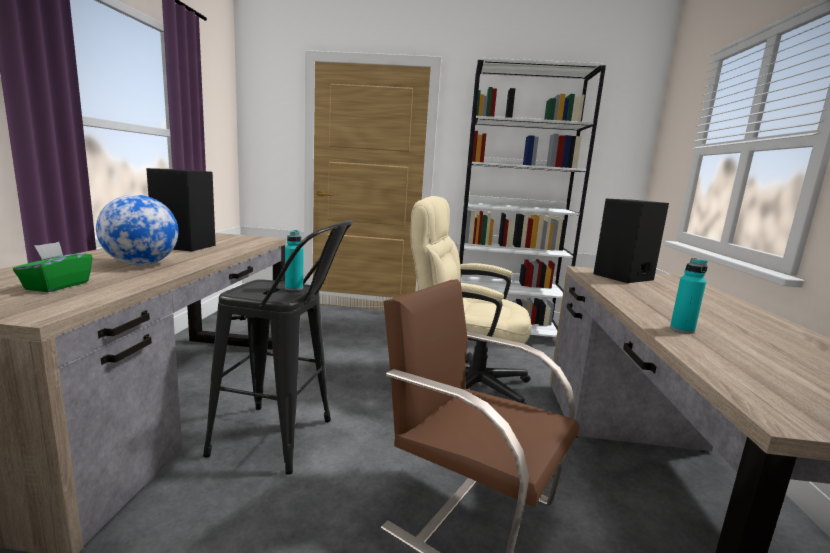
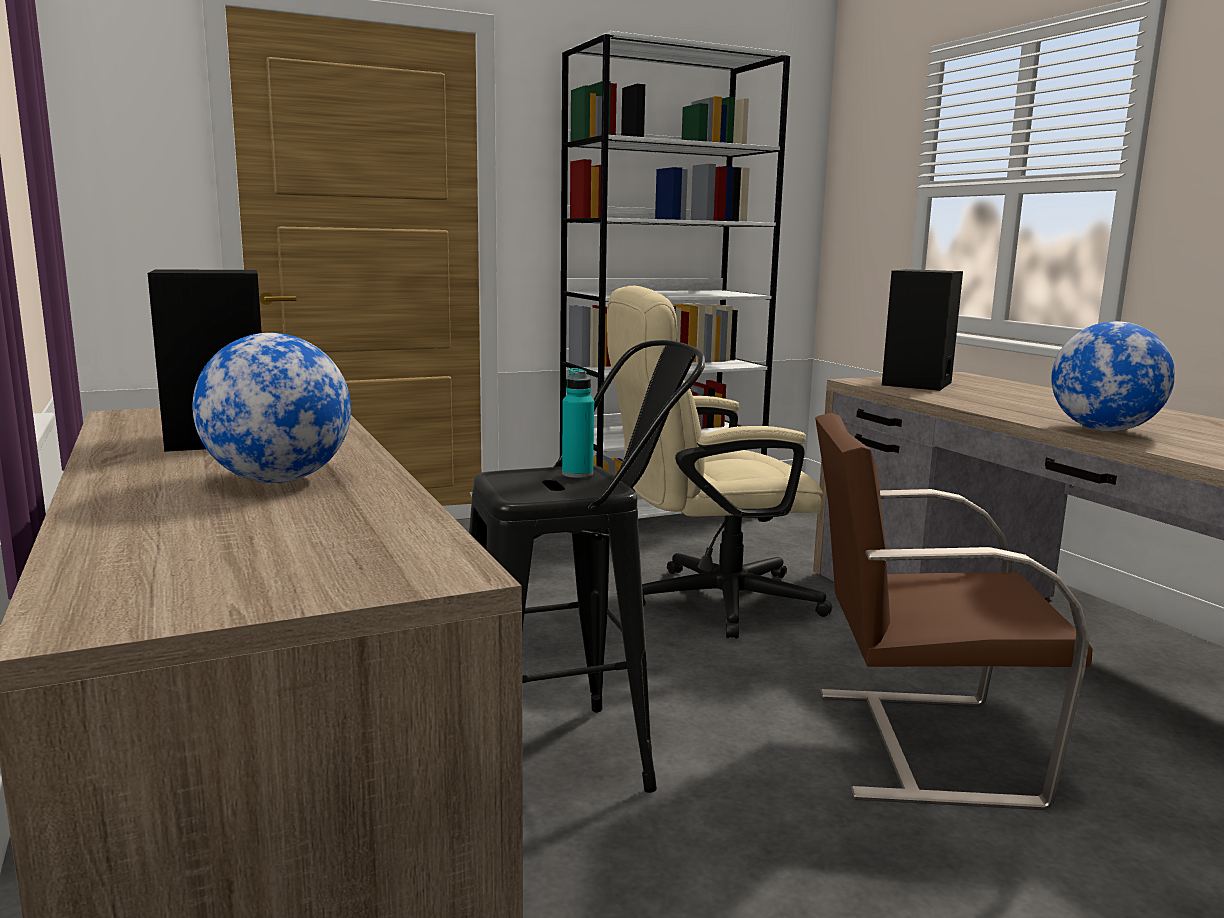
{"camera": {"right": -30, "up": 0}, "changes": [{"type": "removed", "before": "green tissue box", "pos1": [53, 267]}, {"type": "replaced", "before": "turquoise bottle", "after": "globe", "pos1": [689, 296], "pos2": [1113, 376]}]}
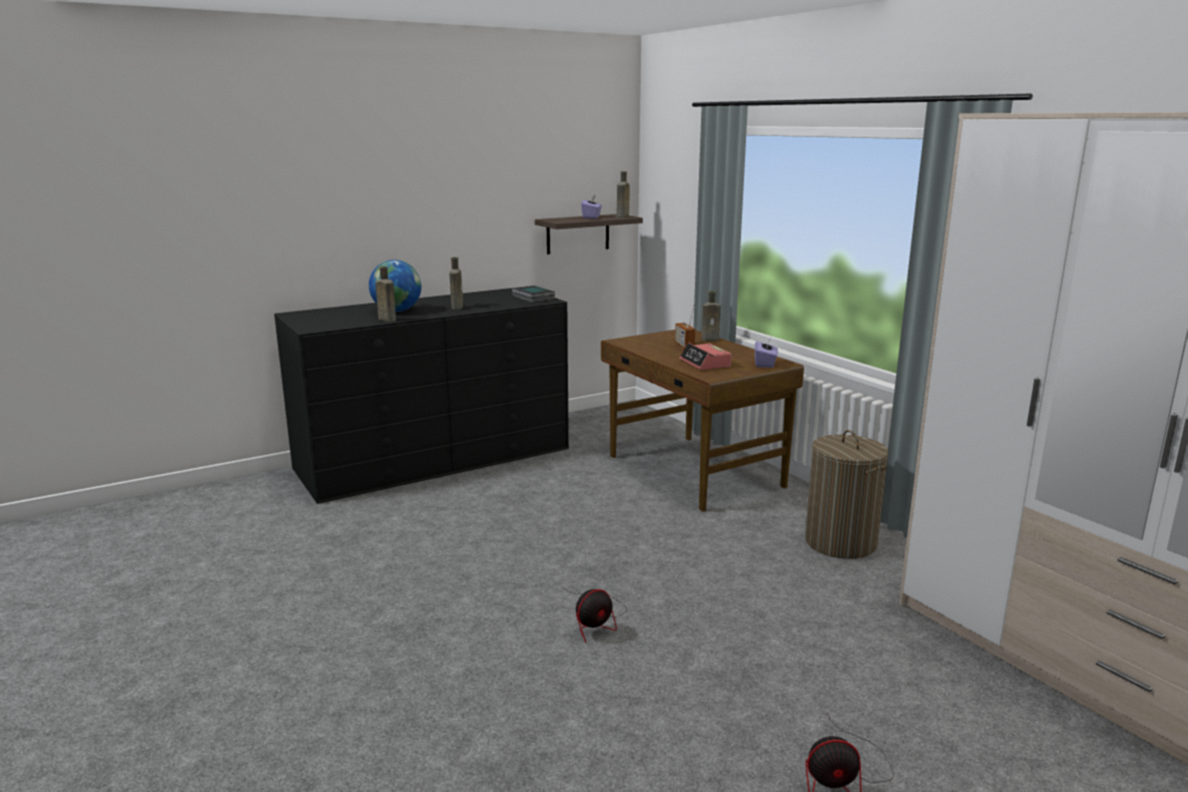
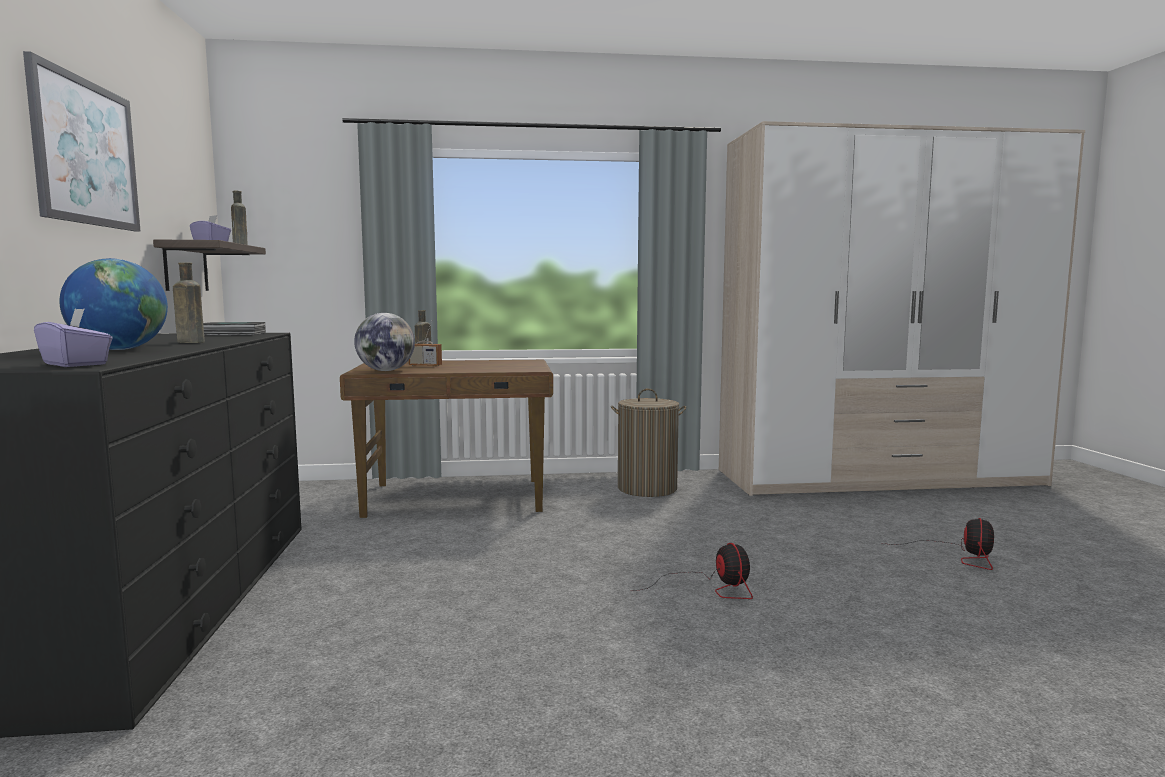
{"camera": {"right": -65, "up": -10}, "changes": [{"type": "removed", "before": "brown bottle", "pos1": [385, 294]}, {"type": "removed", "before": "alarm clock", "pos1": [705, 356]}, {"type": "added", "after": "picture", "pos2": [81, 141]}, {"type": "added", "after": "globe", "pos2": [384, 342]}, {"type": "moved", "before": "purple tissue box", "pos1": [766, 354], "pos2": [73, 337]}]}
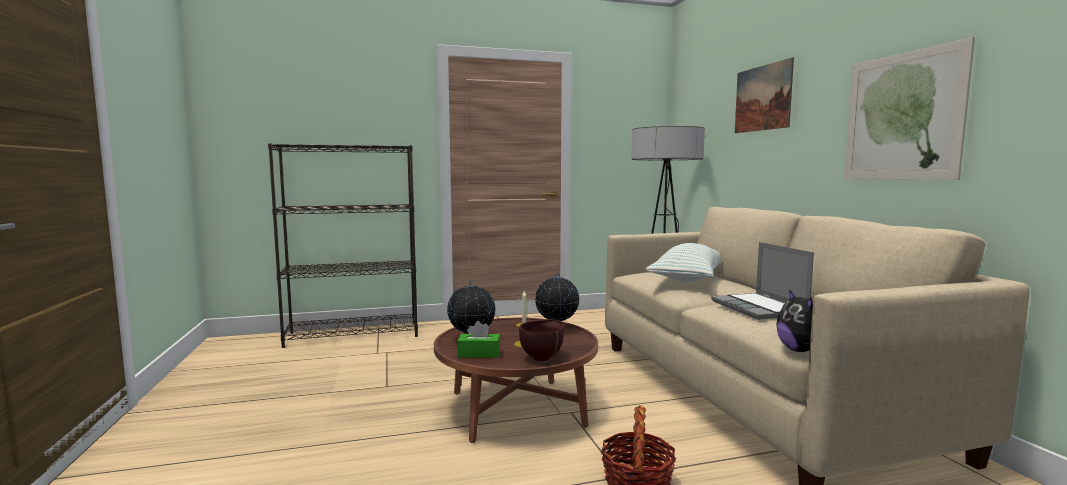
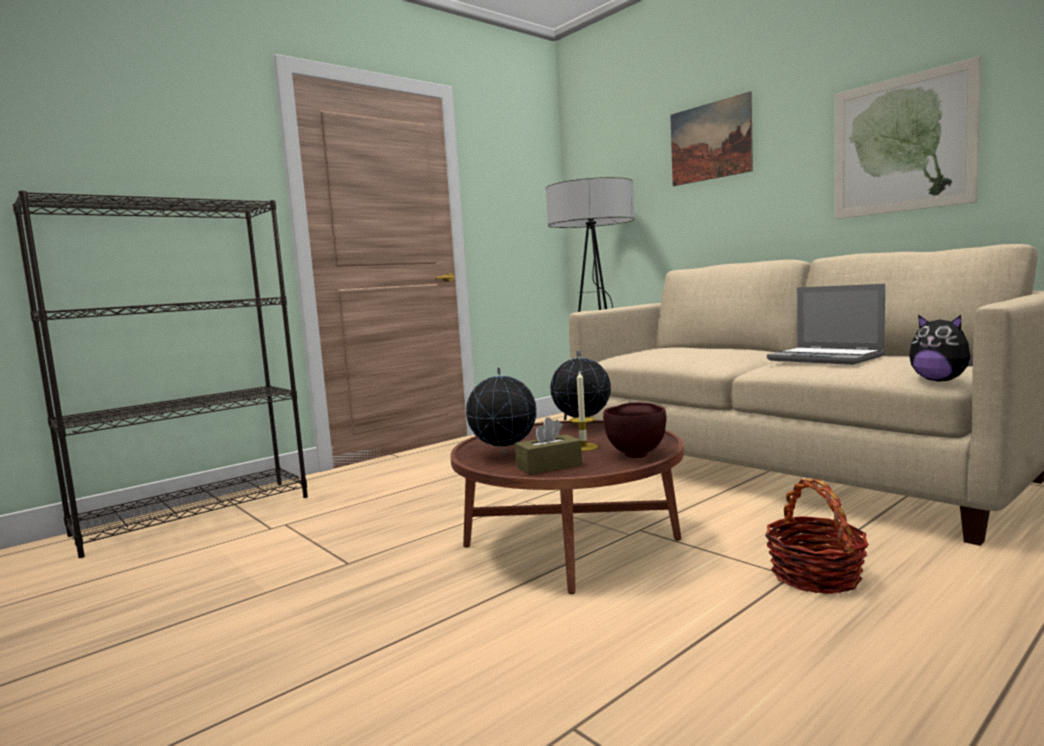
{"camera": {"right": -25, "up": 0}, "changes": [{"type": "removed", "before": "pillow", "pos1": [683, 262]}, {"type": "recoloured", "before": "green tissue box", "after": "brown tissue box", "pos1": [478, 339], "pos2": [548, 446]}]}
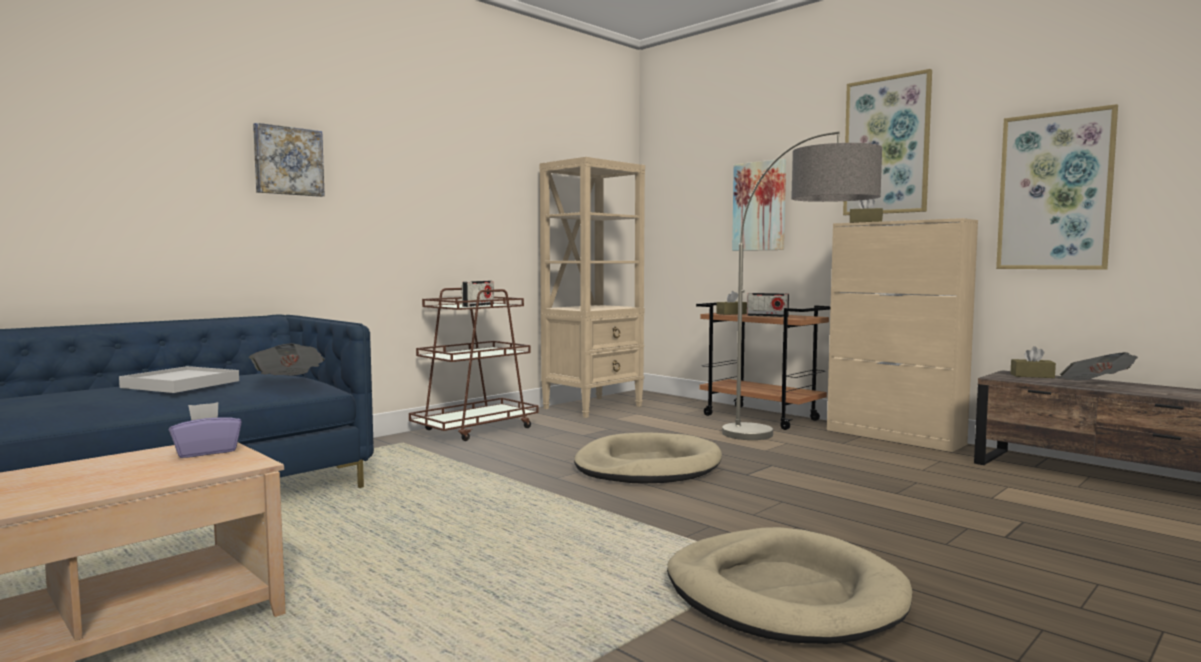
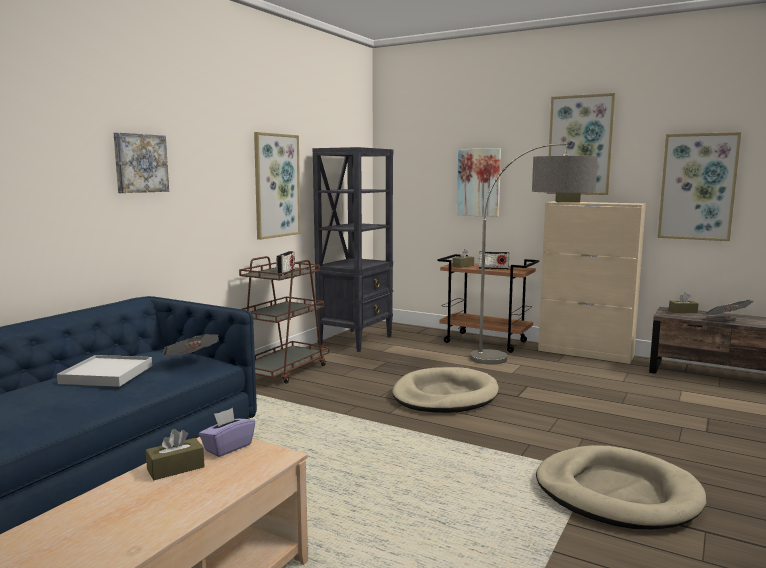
{"camera": {"right": -15, "up": 5}, "changes": [{"type": "added", "after": "brown tissue box", "pos2": [175, 454]}, {"type": "added", "after": "picture", "pos2": [277, 186]}, {"type": "recoloured", "before": "beige bookcase", "after": "black bookcase", "pos1": [592, 287], "pos2": [353, 249]}]}
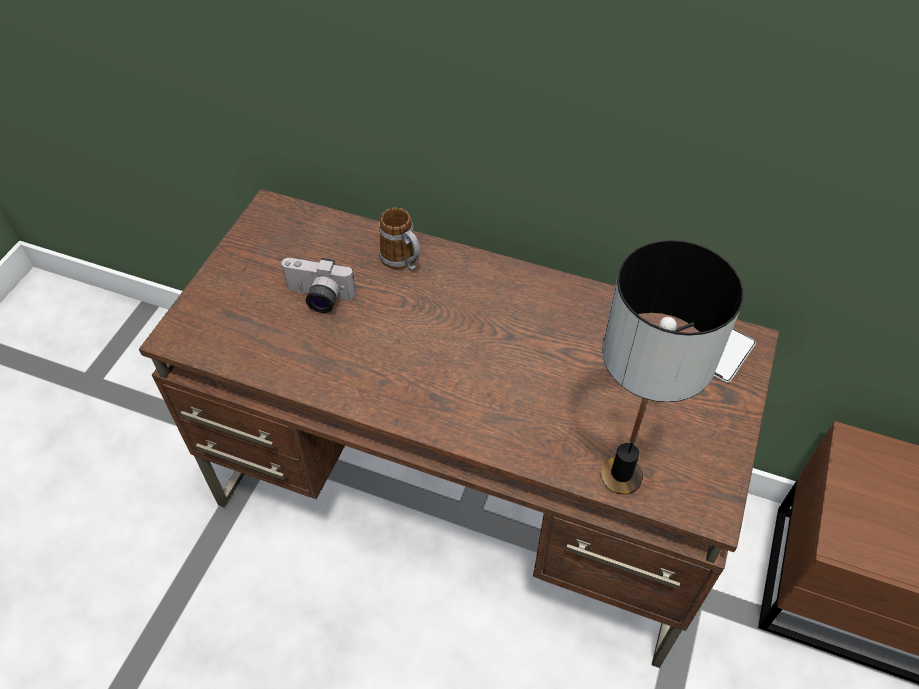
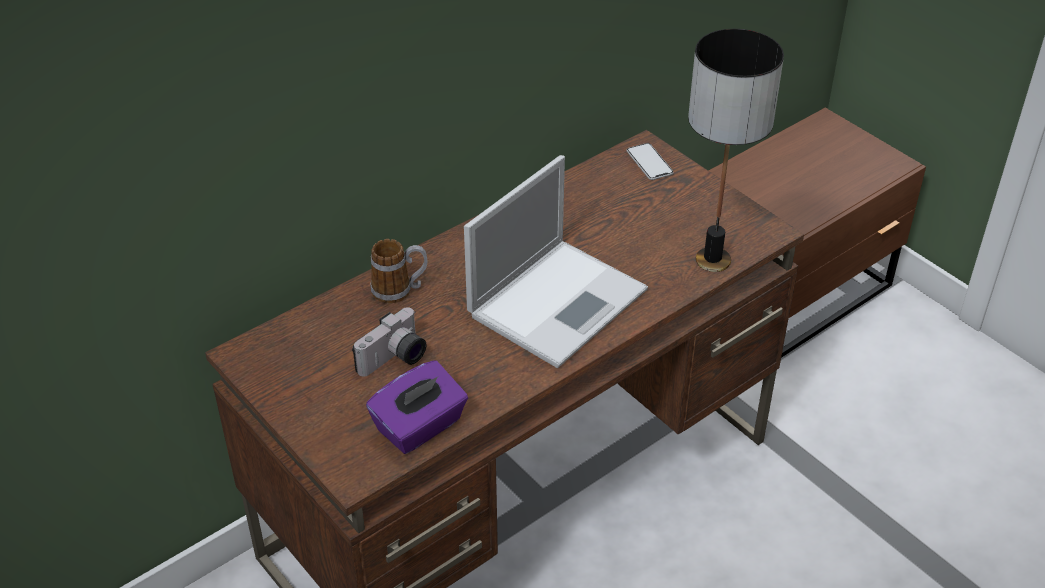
{"camera": {"right": -60, "up": -10}, "changes": [{"type": "added", "after": "purple tissue box", "pos2": [417, 407]}, {"type": "added", "after": "laptop", "pos2": [556, 261]}]}
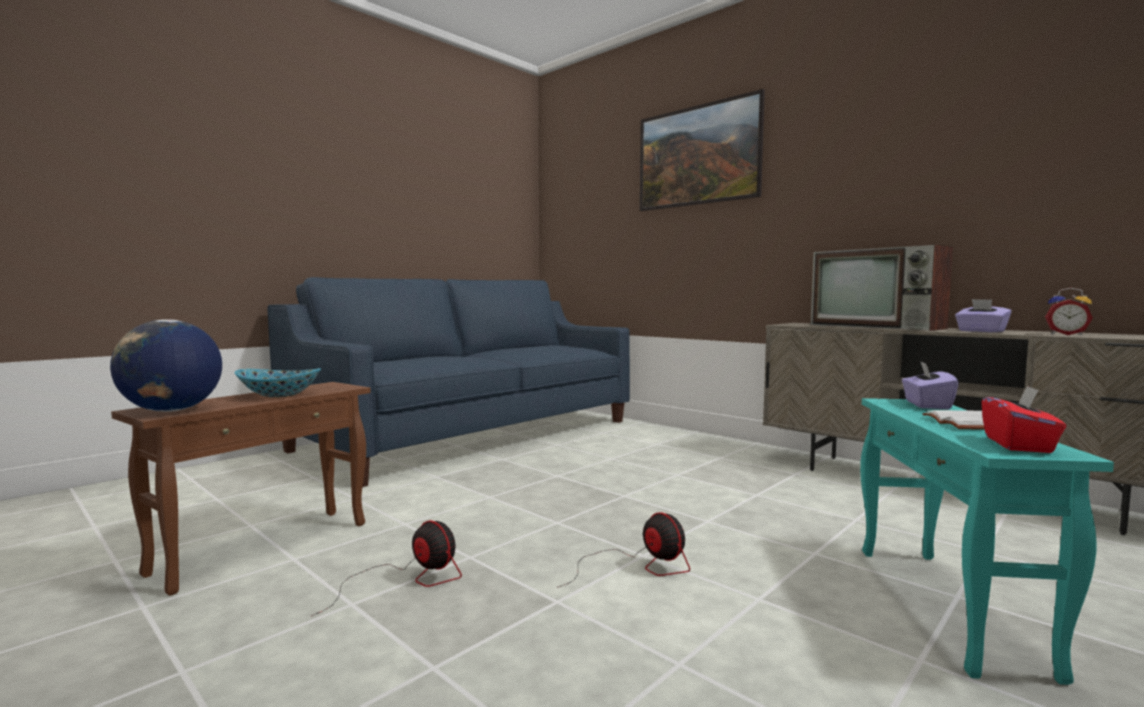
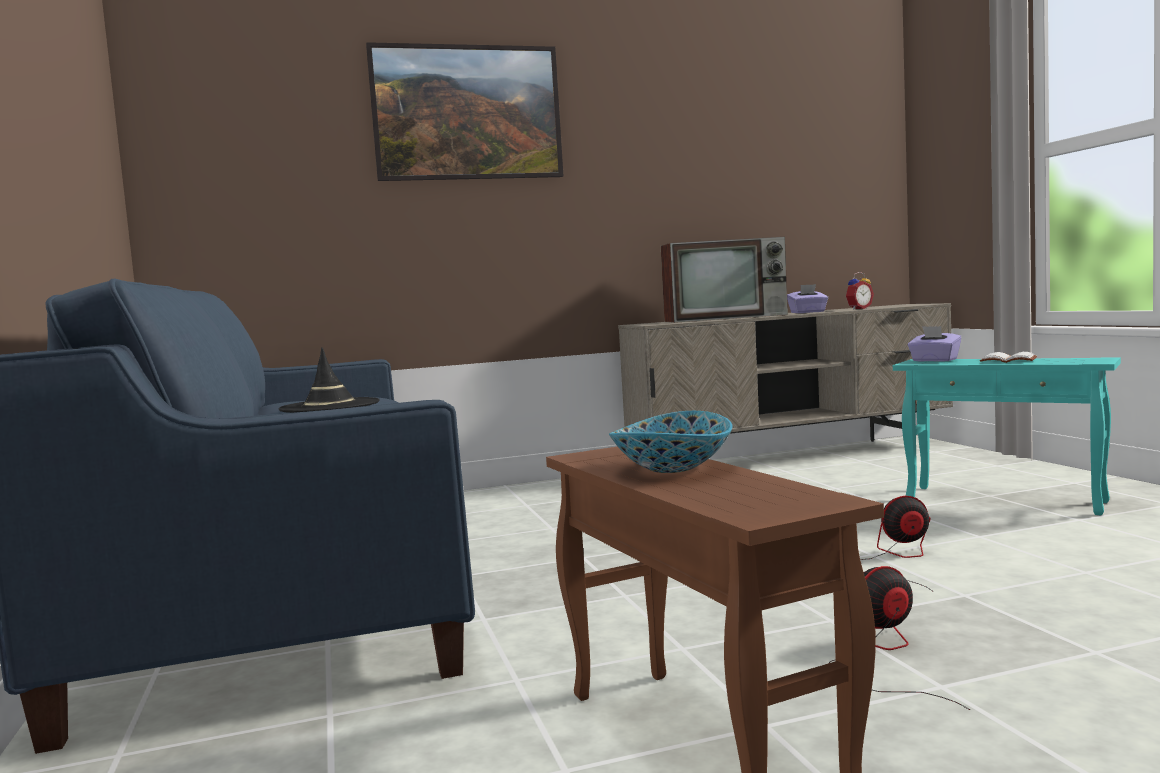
{"camera": {"right": -60, "up": 0}, "changes": [{"type": "removed", "before": "globe", "pos1": [166, 365]}, {"type": "removed", "before": "red tissue box", "pos1": [1023, 419]}, {"type": "added", "after": "black hat", "pos2": [329, 380]}]}
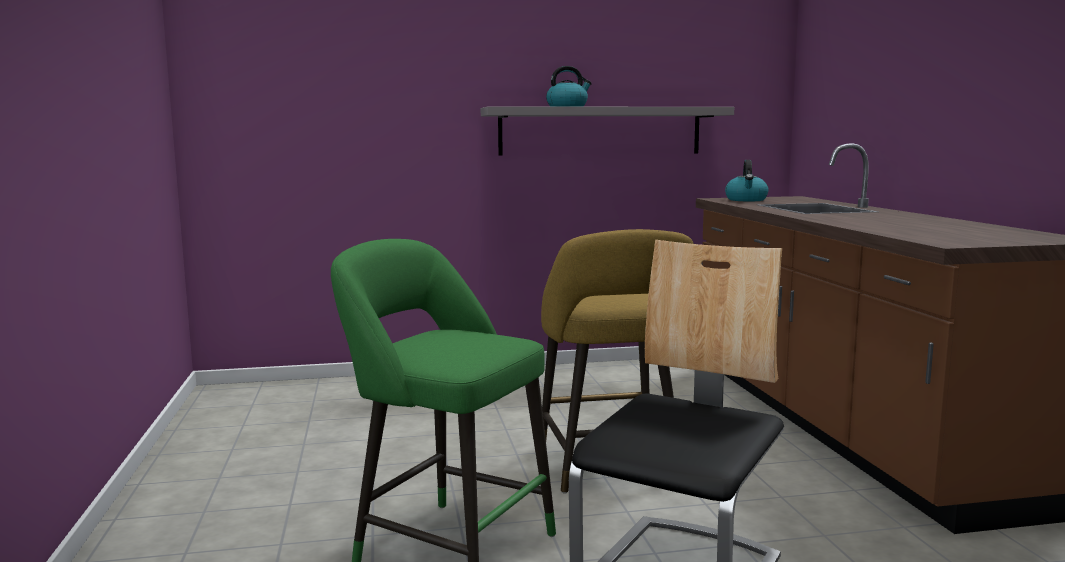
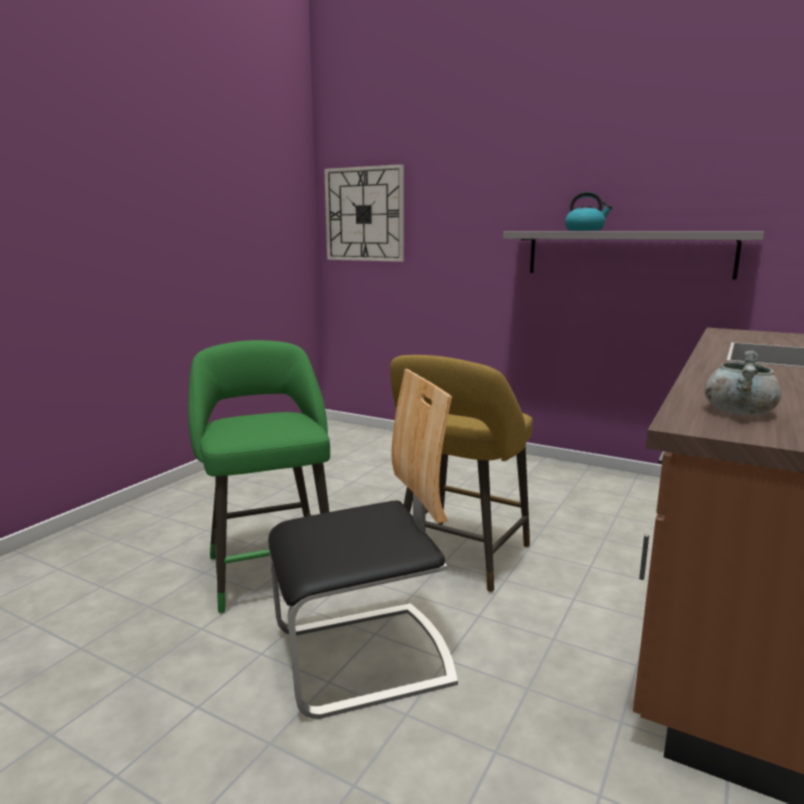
{"camera": {"right": 40, "up": 5}, "changes": [{"type": "removed", "before": "kettle", "pos1": [747, 180]}, {"type": "added", "after": "wall clock", "pos2": [364, 213]}, {"type": "added", "after": "grey cooking pot", "pos2": [743, 382]}]}
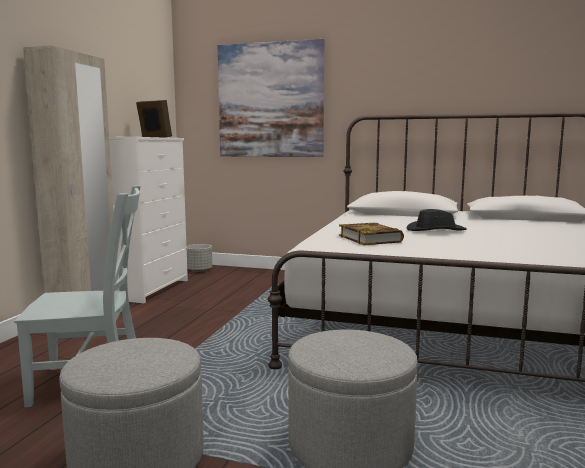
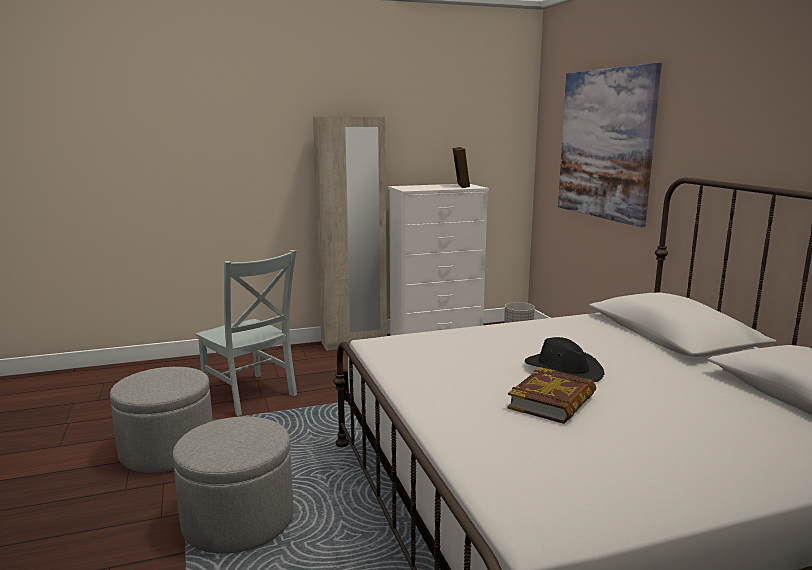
{"camera": {"right": 55, "up": 5}, "changes": [{"type": "moved", "before": "book", "pos1": [371, 234], "pos2": [551, 395]}]}
